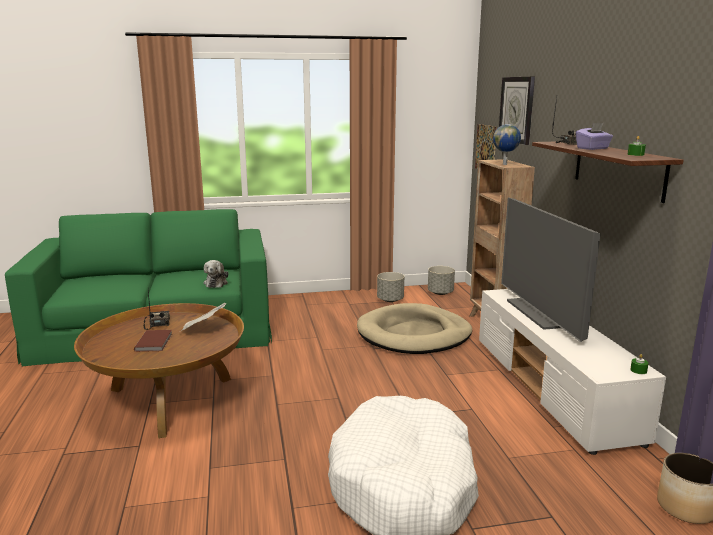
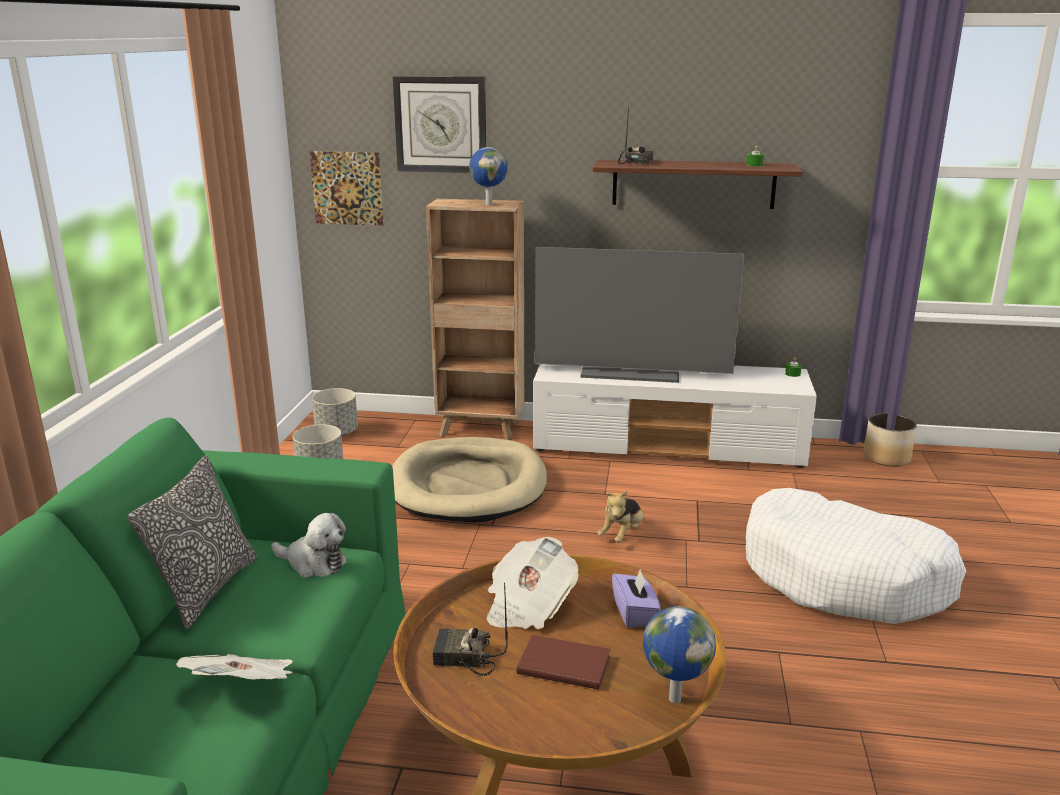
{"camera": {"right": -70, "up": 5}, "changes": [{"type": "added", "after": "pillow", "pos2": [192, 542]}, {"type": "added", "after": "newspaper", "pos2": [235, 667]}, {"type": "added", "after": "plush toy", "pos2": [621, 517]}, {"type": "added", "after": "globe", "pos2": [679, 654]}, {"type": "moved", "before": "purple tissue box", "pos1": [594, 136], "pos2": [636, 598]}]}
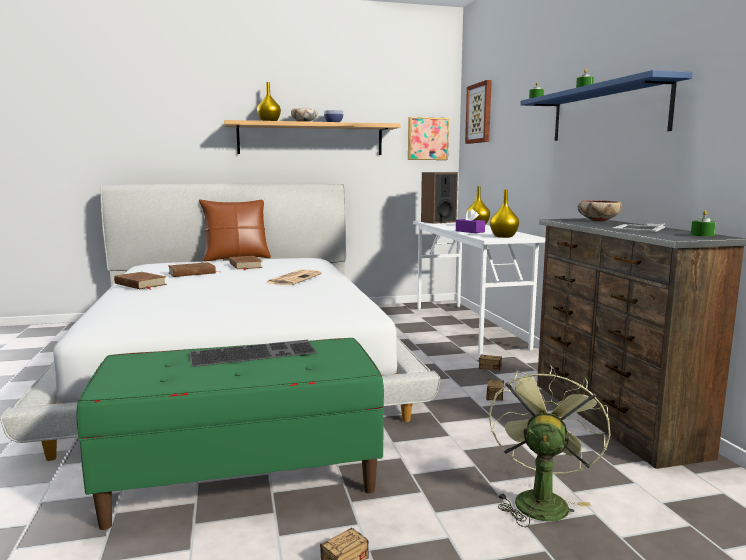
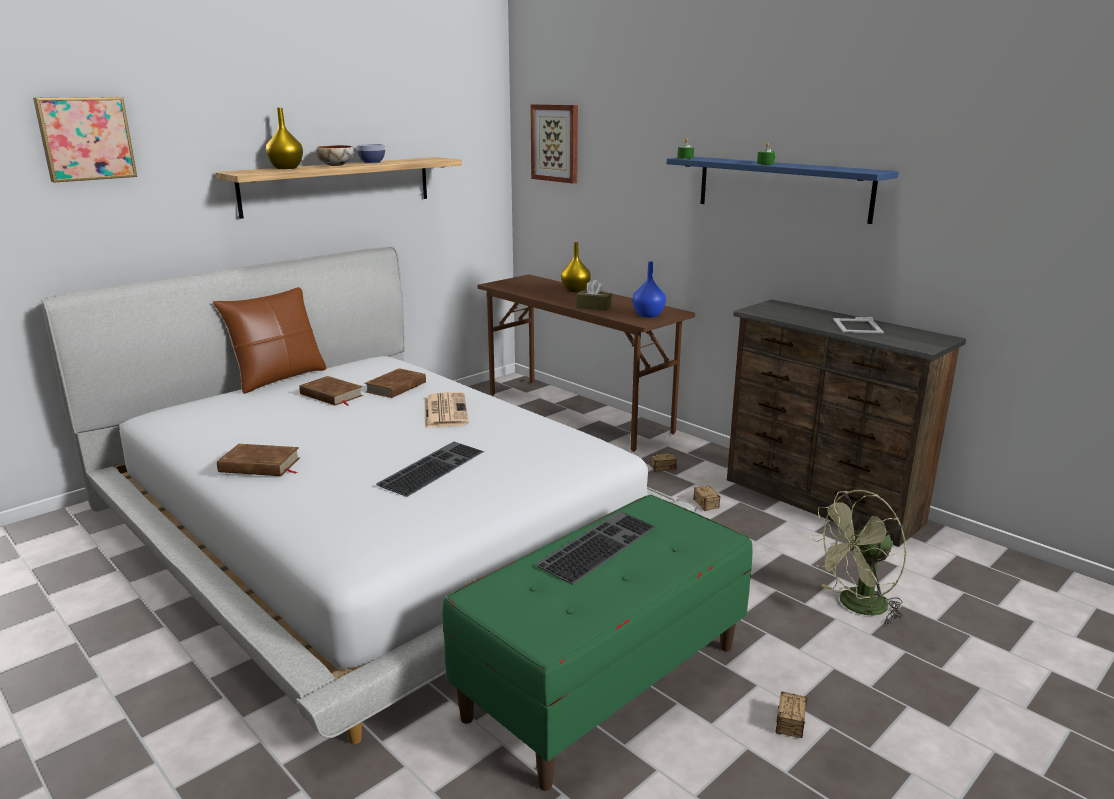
{"camera": {"right": -30, "up": 10}, "changes": [{"type": "removed", "before": "speaker", "pos1": [439, 198]}, {"type": "removed", "before": "bowl", "pos1": [599, 211]}, {"type": "removed", "before": "green candle", "pos1": [703, 223]}, {"type": "added", "after": "keyboard", "pos2": [430, 469]}, {"type": "moved", "before": "brown book", "pos1": [192, 269], "pos2": [395, 383]}, {"type": "moved", "before": "picture", "pos1": [428, 138], "pos2": [85, 139]}, {"type": "recoloured", "before": "white desk", "after": "brown desk", "pos1": [479, 288], "pos2": [586, 363]}, {"type": "recoloured", "before": "purple tissue box", "after": "brown tissue box", "pos1": [470, 221], "pos2": [594, 295]}, {"type": "recoloured", "before": "yellow vase", "after": "blue vase", "pos1": [504, 214], "pos2": [649, 289]}, {"type": "turned", "before": "green fan", "pos1": [550, 446], "pos2": [858, 558], "turn": -105}]}
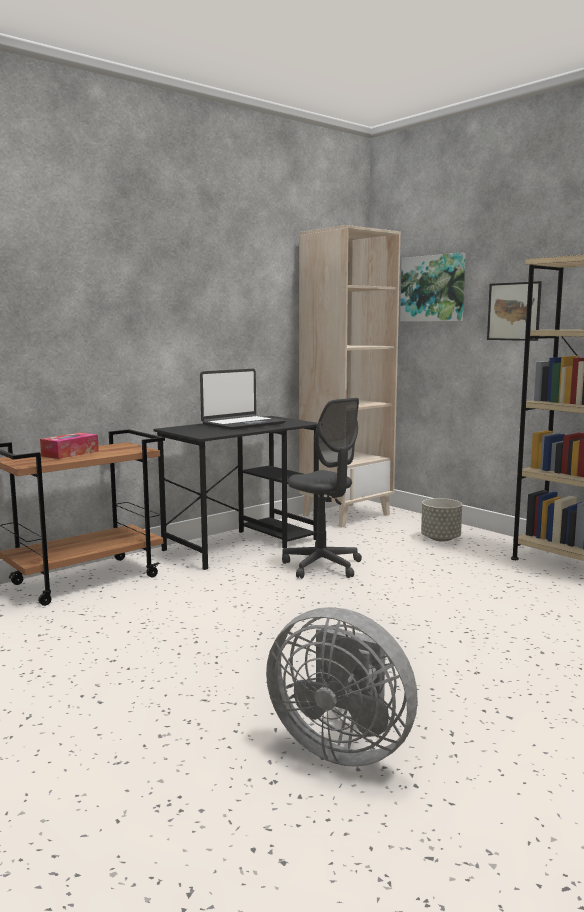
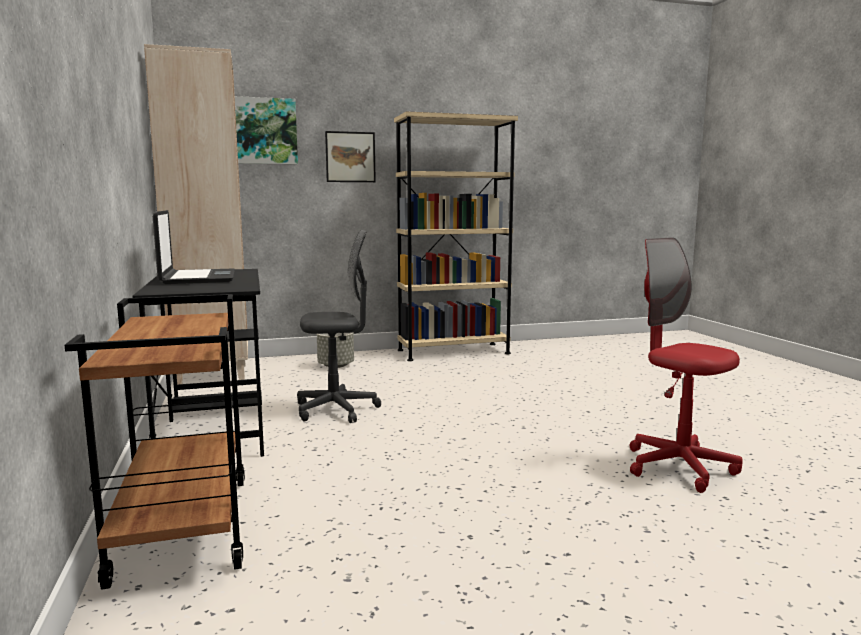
{"camera": {"right": -65, "up": 0}, "changes": [{"type": "removed", "before": "tissue box", "pos1": [69, 446]}, {"type": "replaced", "before": "grey fan", "after": "red office chair", "pos1": [342, 687], "pos2": [686, 365]}]}
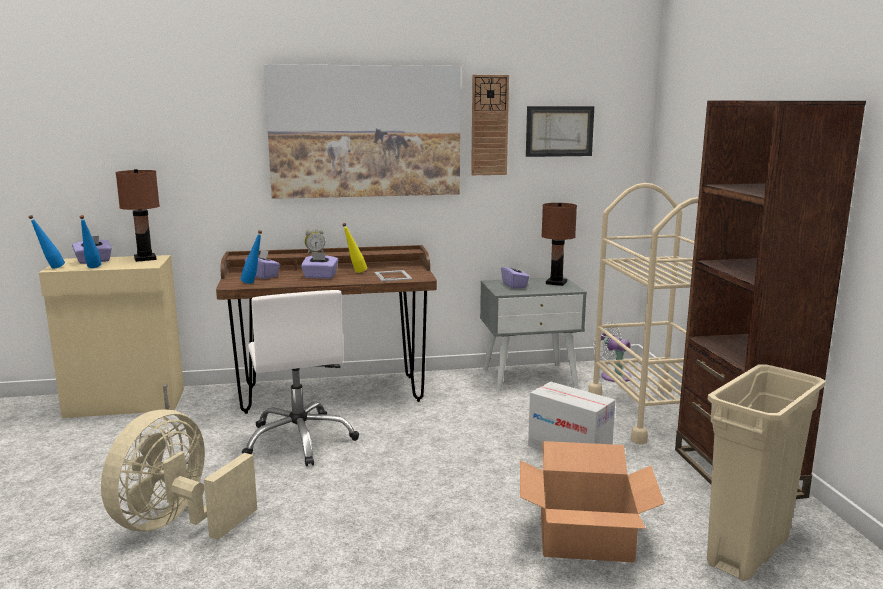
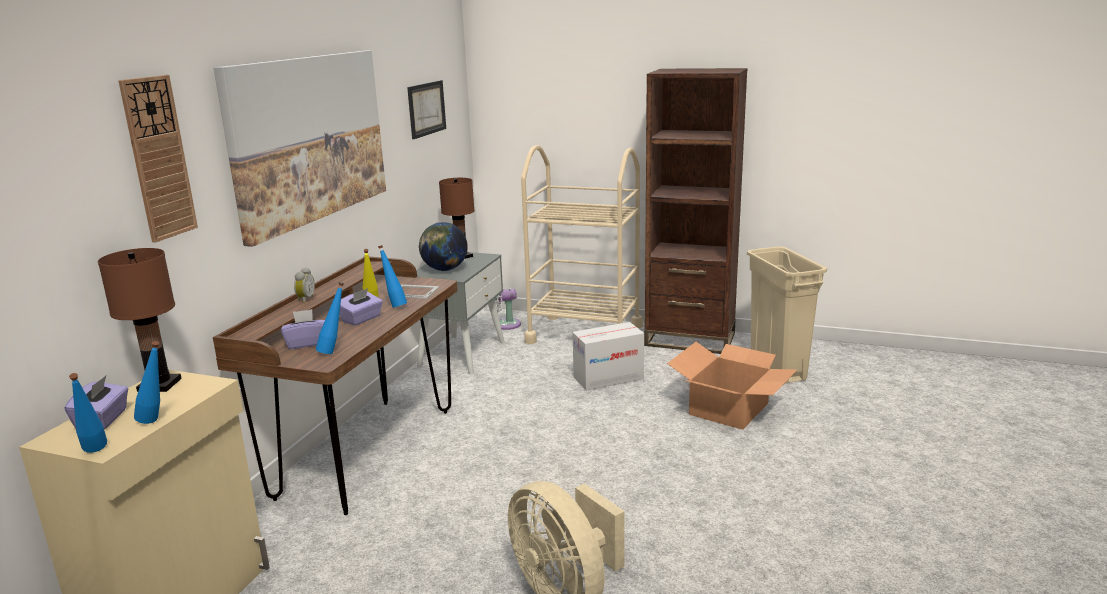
{"camera": {"right": -60, "up": 5}, "changes": [{"type": "removed", "before": "white office chair", "pos1": [300, 378]}, {"type": "added", "after": "blue bottle", "pos2": [392, 276]}, {"type": "moved", "before": "wall clock", "pos1": [490, 125], "pos2": [158, 159]}, {"type": "replaced", "before": "purple tissue box", "after": "globe", "pos1": [515, 275], "pos2": [443, 246]}]}
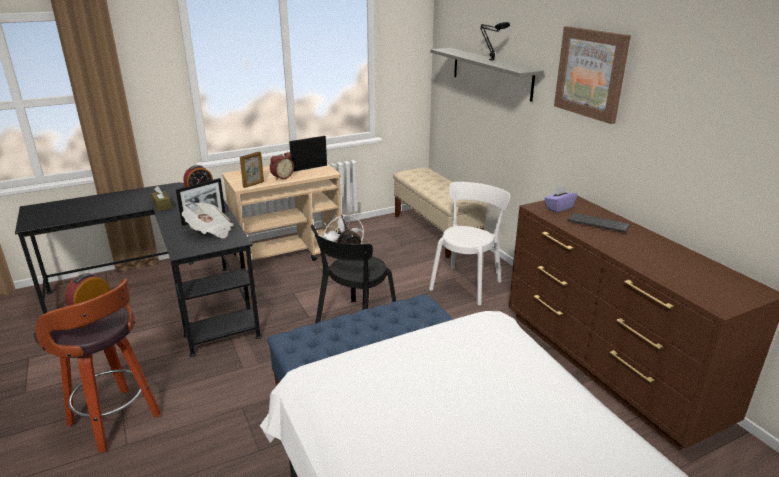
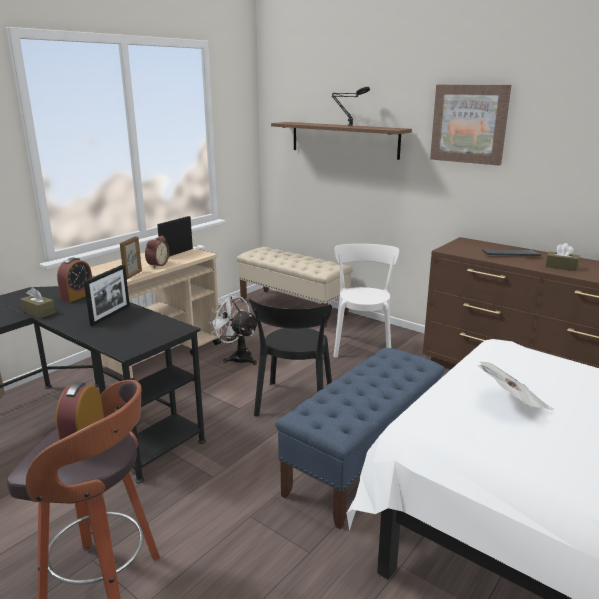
{"camera": {"right": -25, "up": -5}, "changes": [{"type": "removed", "before": "purple tissue box", "pos1": [560, 199]}, {"type": "added", "after": "brown tissue box", "pos2": [562, 257]}, {"type": "moved", "before": "newspaper", "pos1": [207, 220], "pos2": [515, 386]}, {"type": "recoloured", "before": "grey shelf", "after": "brown shelf", "pos1": [487, 75], "pos2": [341, 141]}]}
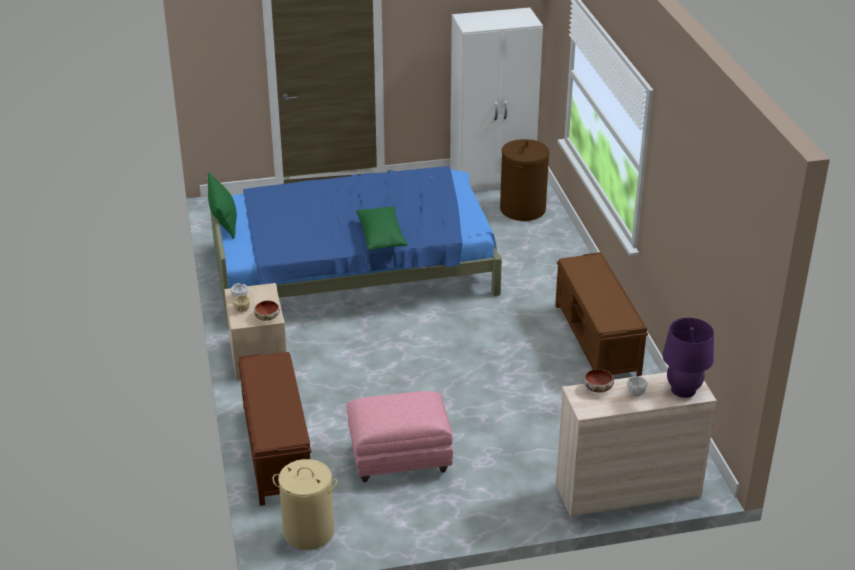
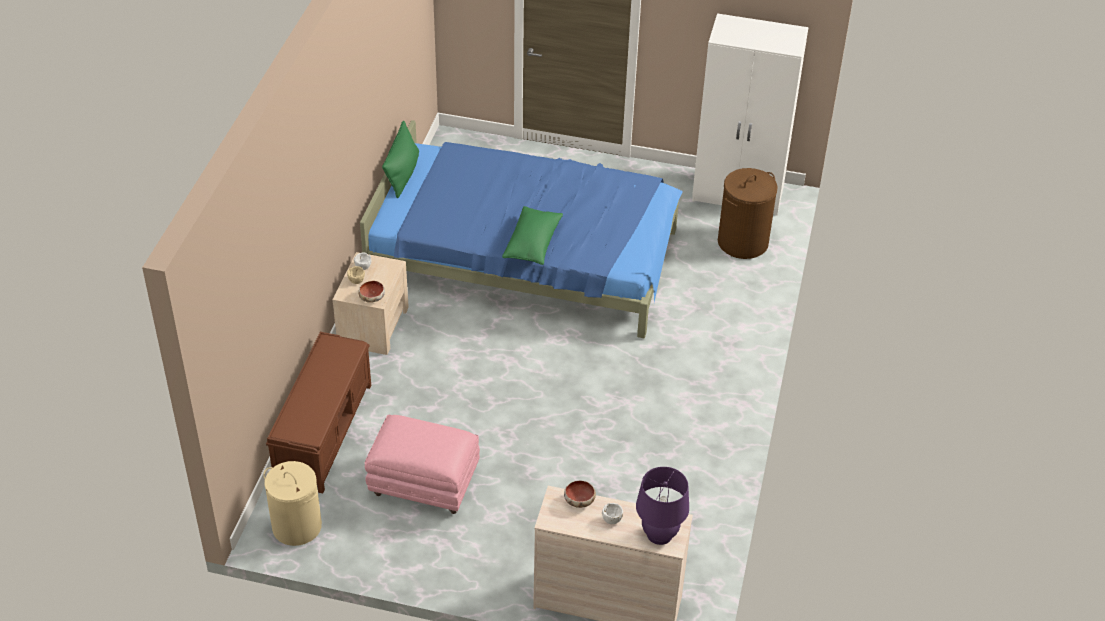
{"camera": {"right": 25, "up": 10}, "changes": [{"type": "removed", "before": "brown bench", "pos1": [601, 314]}]}
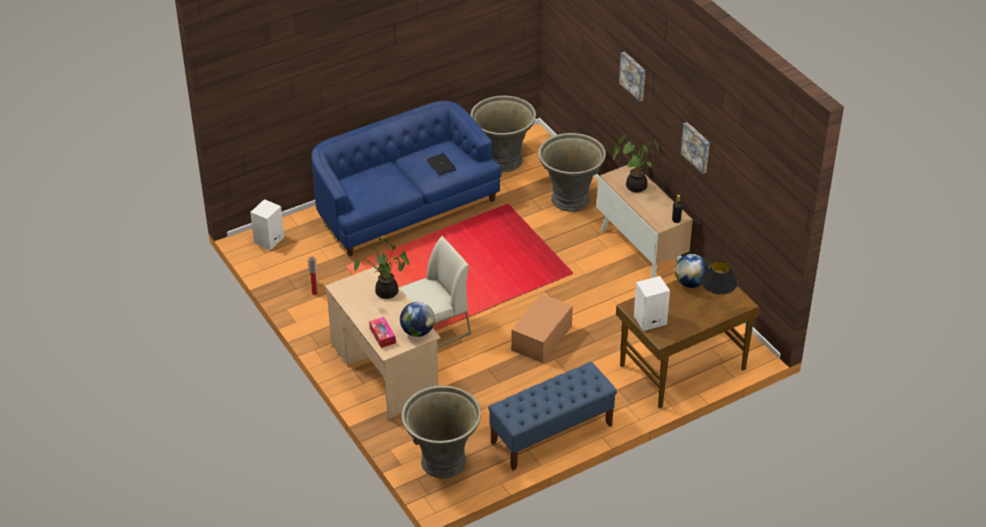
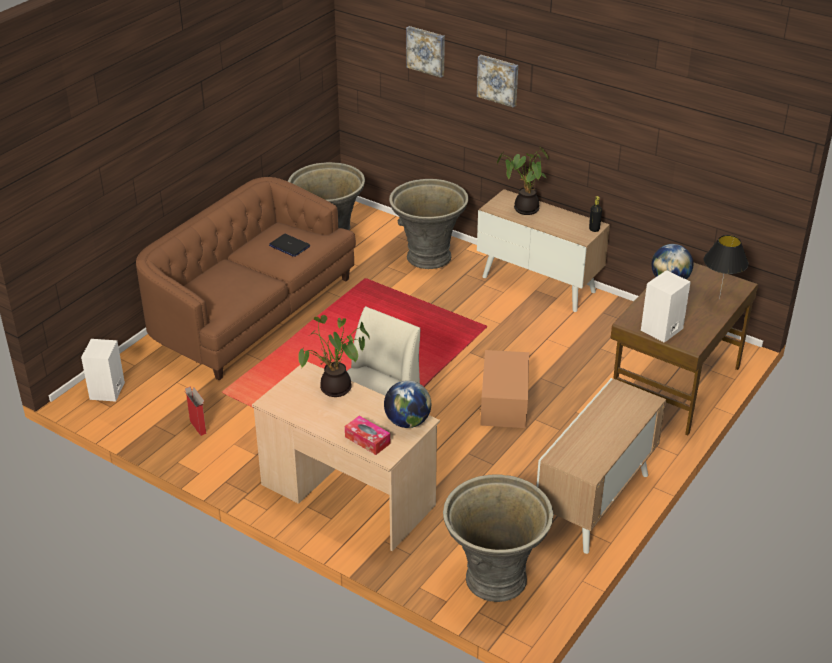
{"camera": {"right": -25, "up": -5}, "changes": [{"type": "moved", "before": "picture", "pos1": [695, 148], "pos2": [425, 52]}, {"type": "replaced", "before": "blue bench", "after": "cabinet", "pos1": [552, 416], "pos2": [601, 466]}, {"type": "recoloured", "before": "blue sofa", "after": "brown sofa", "pos1": [406, 178], "pos2": [246, 279]}]}
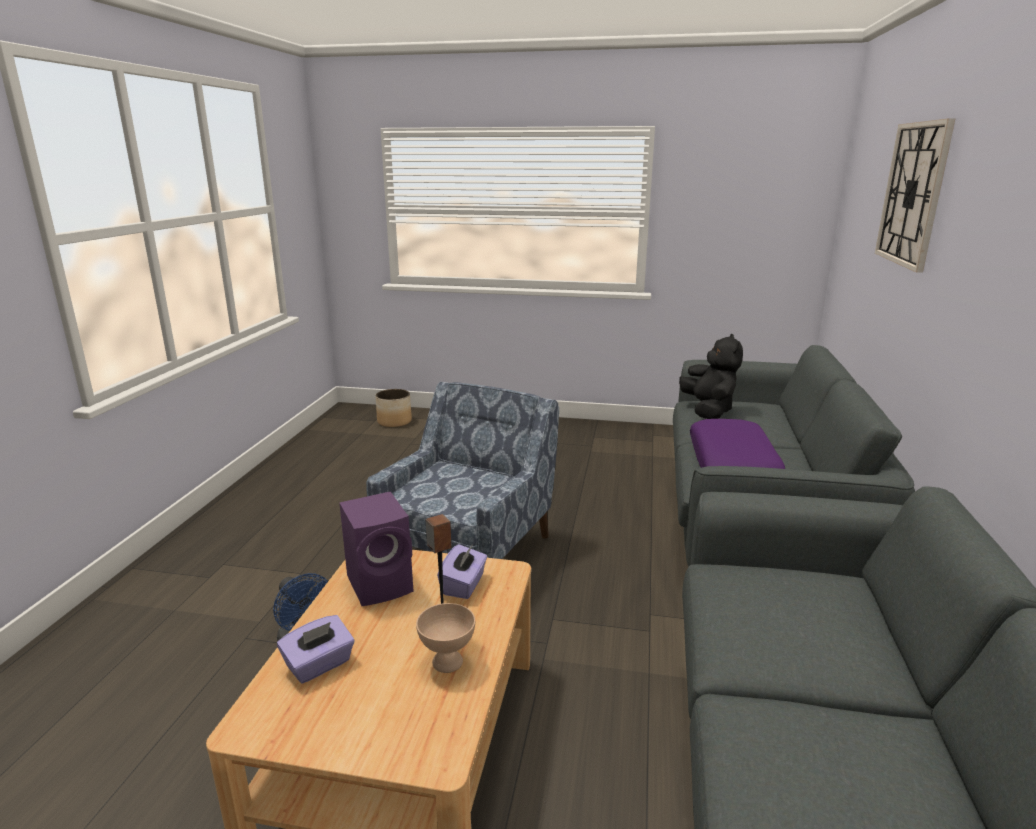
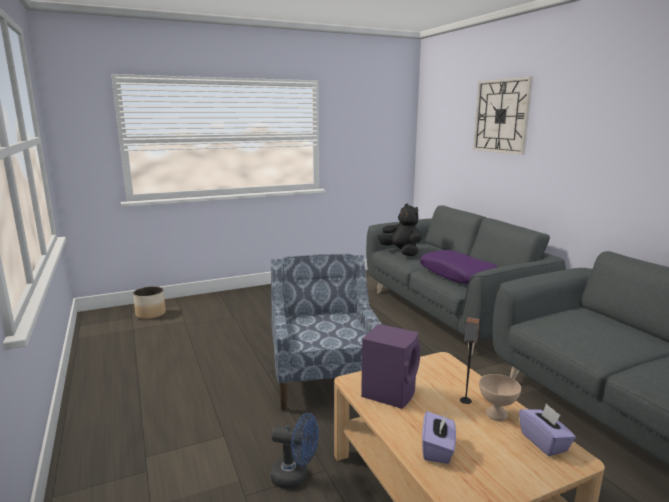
{"camera": {"right": -35, "up": -5}, "changes": [{"type": "moved", "before": "purple tissue box", "pos1": [462, 571], "pos2": [547, 429]}]}
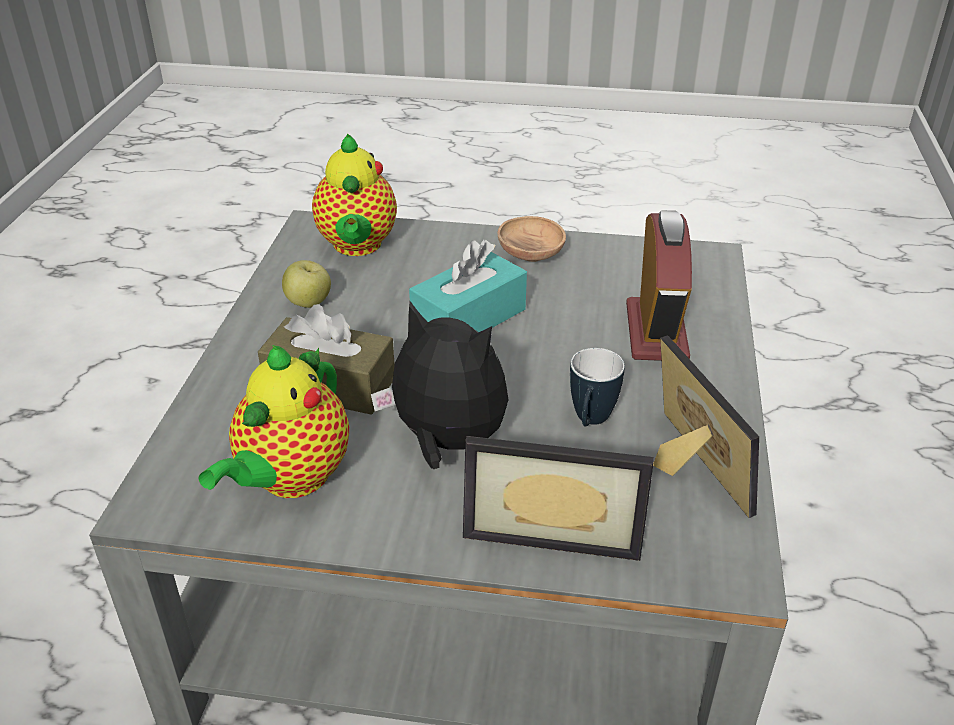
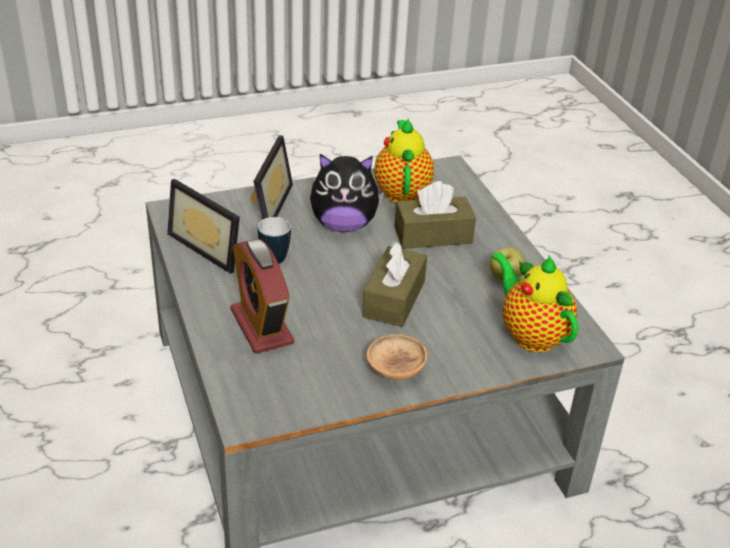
{"camera": {"right": 150, "up": 0}, "changes": [{"type": "recoloured", "before": "turquoise tissue box", "after": "brown tissue box", "pos1": [468, 286], "pos2": [394, 284]}, {"type": "turned", "before": "picture frame", "pos1": [558, 498], "pos2": [271, 177], "turn": 120}]}
